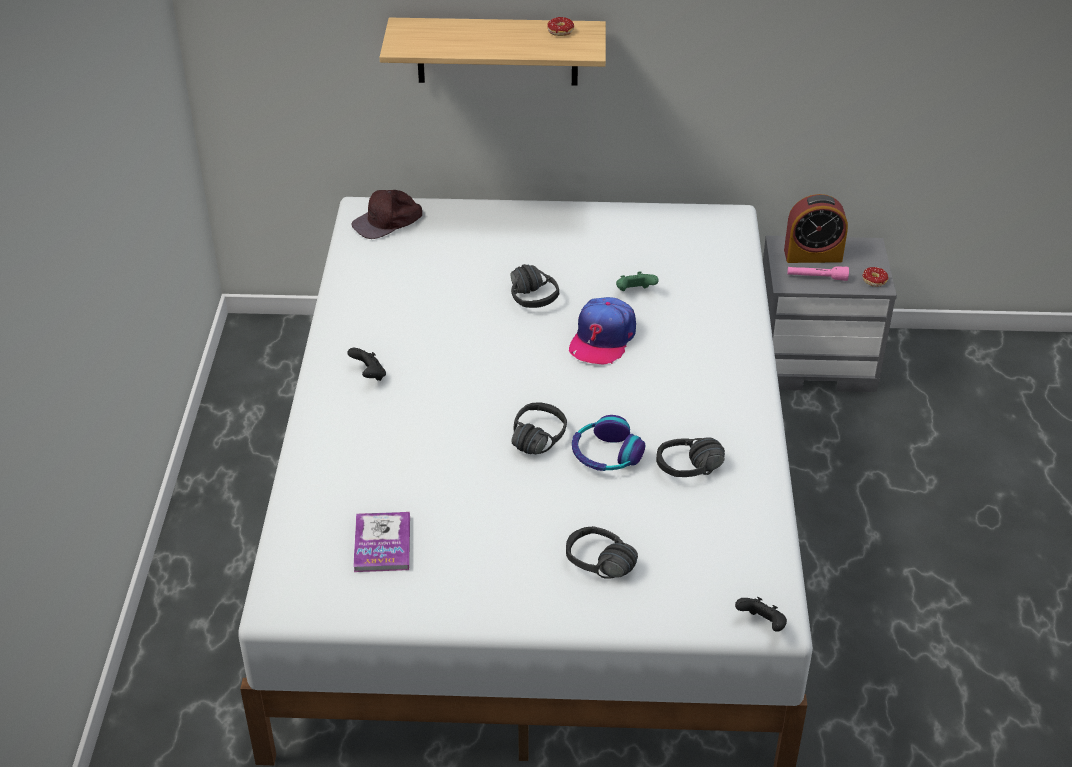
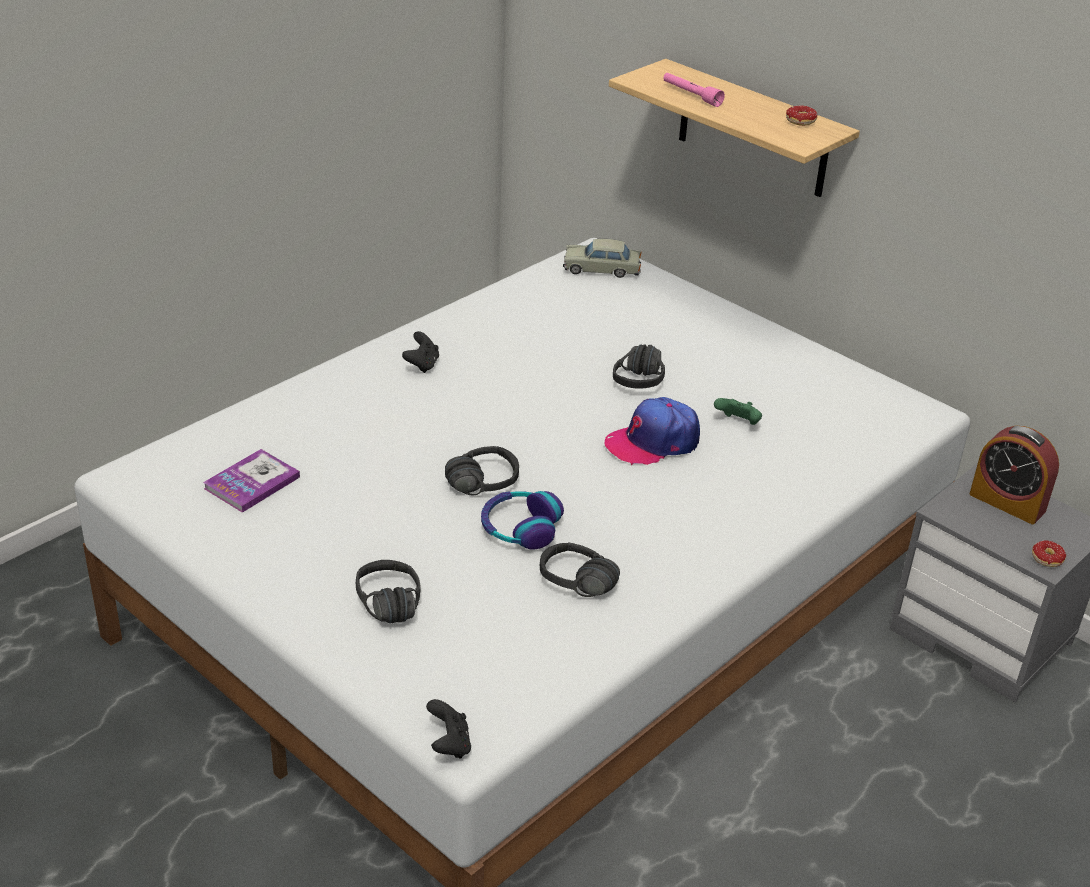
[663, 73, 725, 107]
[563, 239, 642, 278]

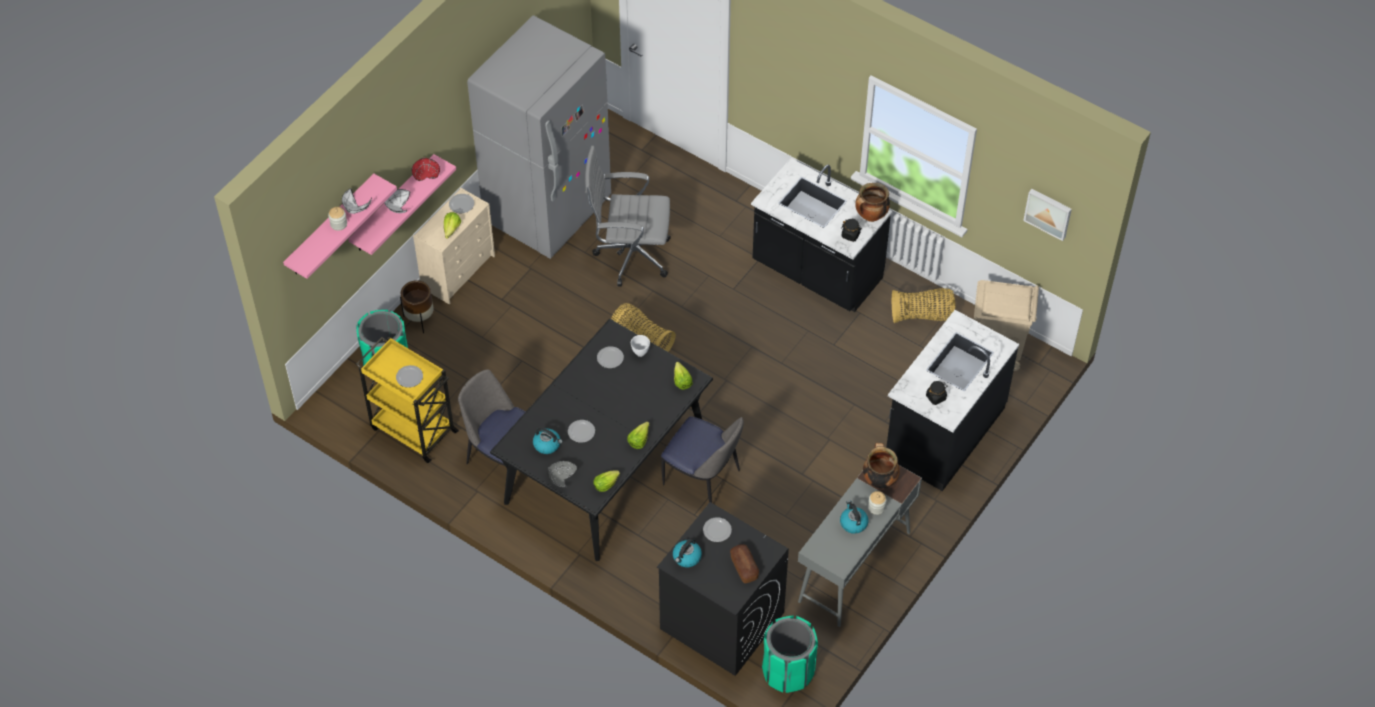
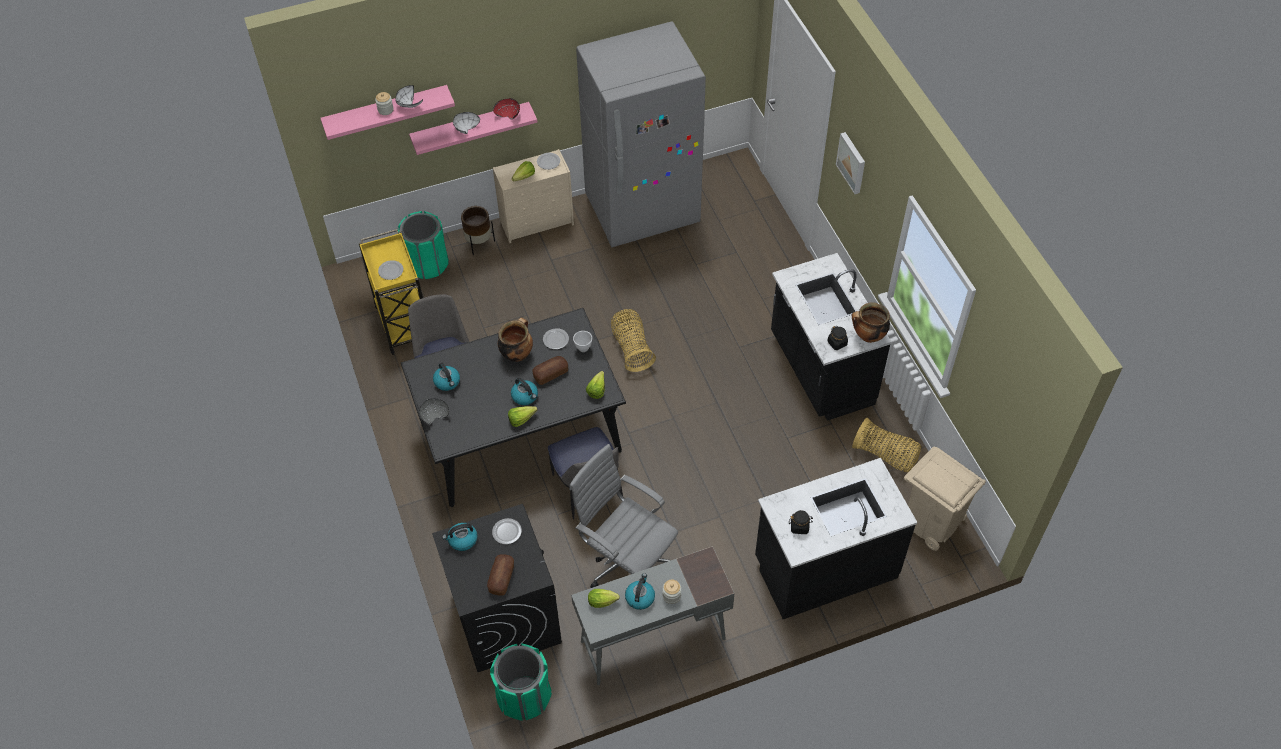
[568, 420, 595, 443] (first image)
[511, 378, 538, 405]
[533, 356, 568, 385]
[569, 444, 678, 588]
[588, 589, 620, 608]
[498, 318, 533, 362]
[836, 132, 865, 194]

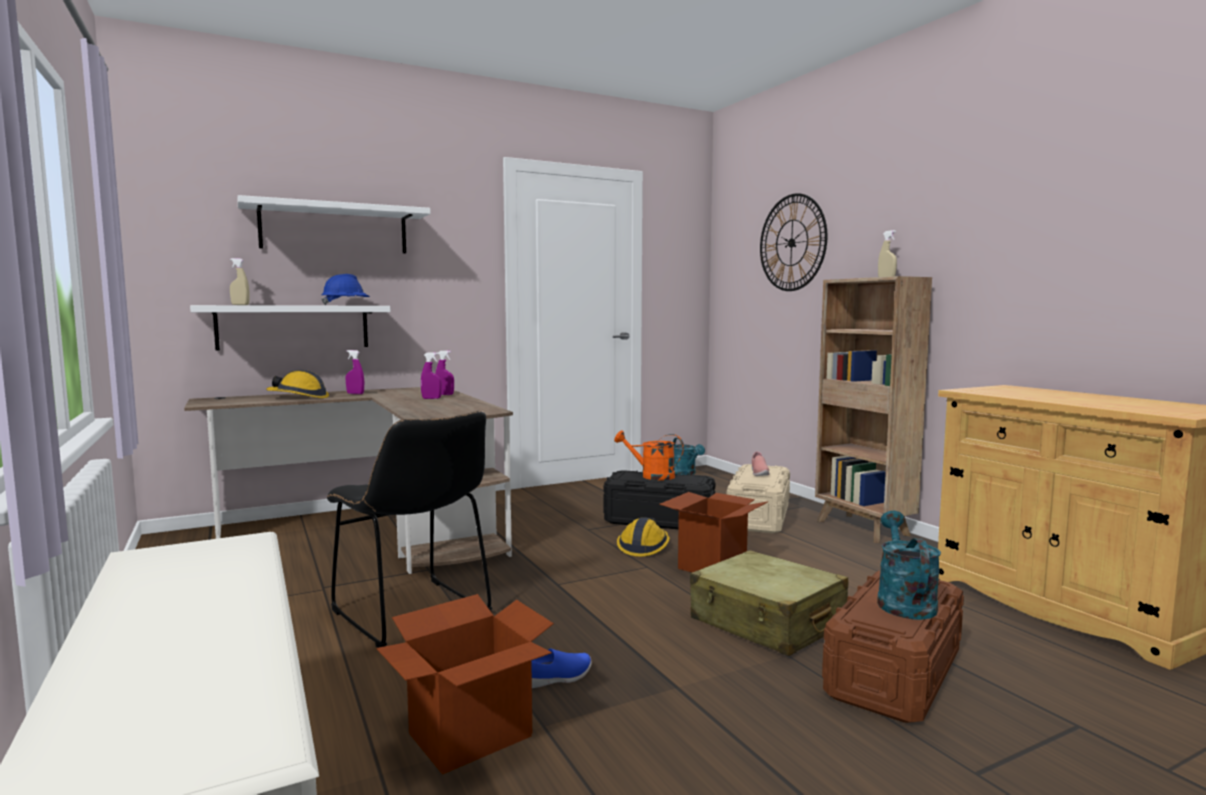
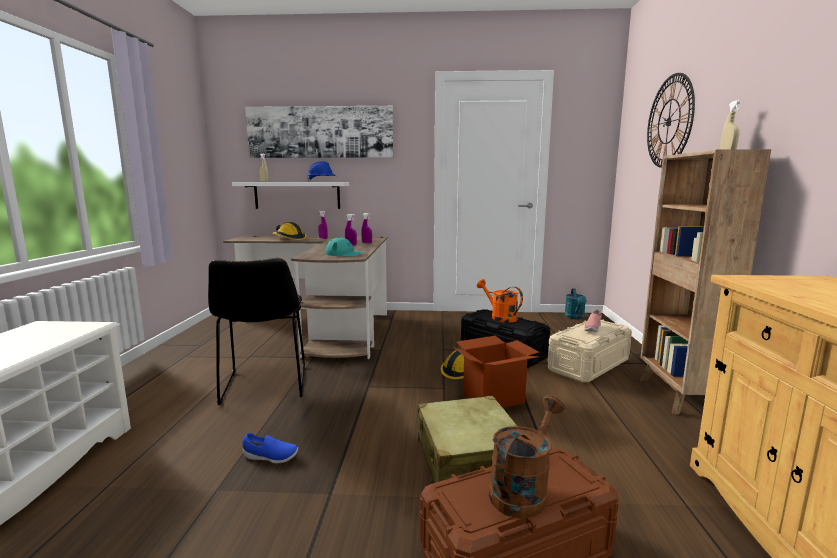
[376, 594, 554, 775] (first image)
[325, 237, 365, 256]
[245, 106, 394, 158]
[489, 395, 565, 518]

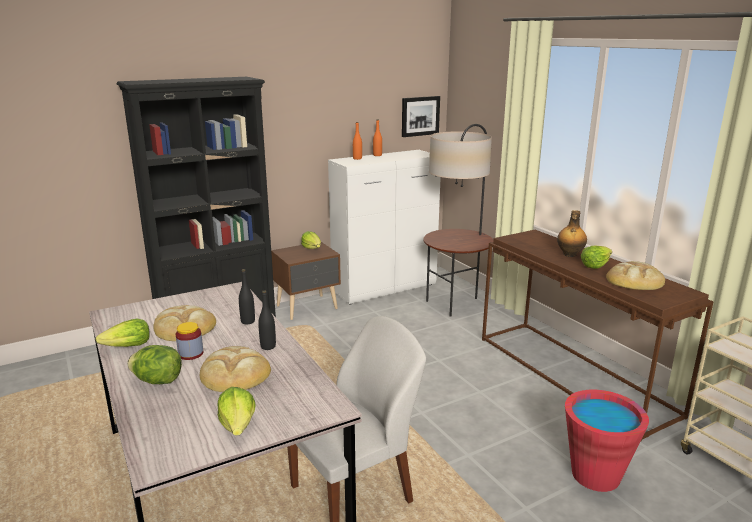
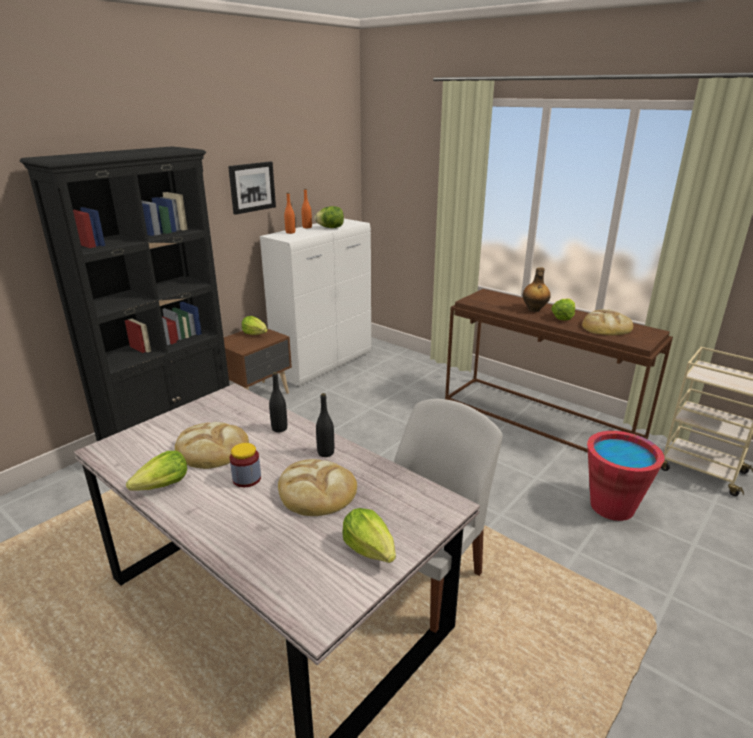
[424, 124, 493, 317] (first image)
[314, 206, 344, 228]
[228, 161, 276, 215]

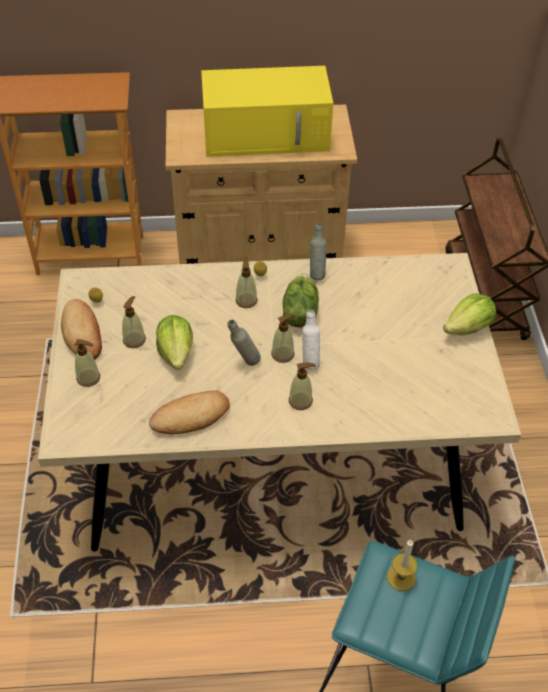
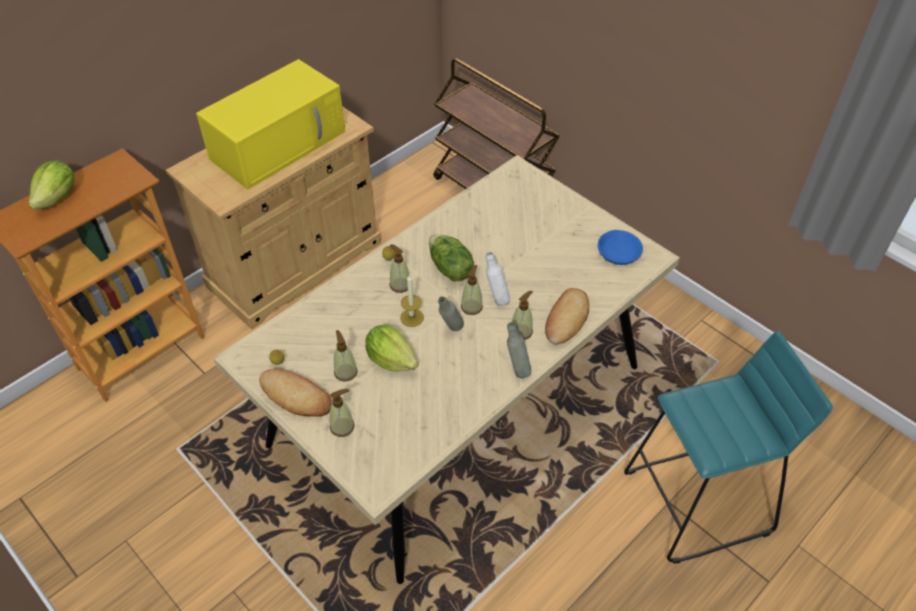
[598, 230, 643, 265]
[545, 288, 589, 344]
[507, 322, 531, 378]
[400, 274, 424, 327]
[29, 160, 75, 209]

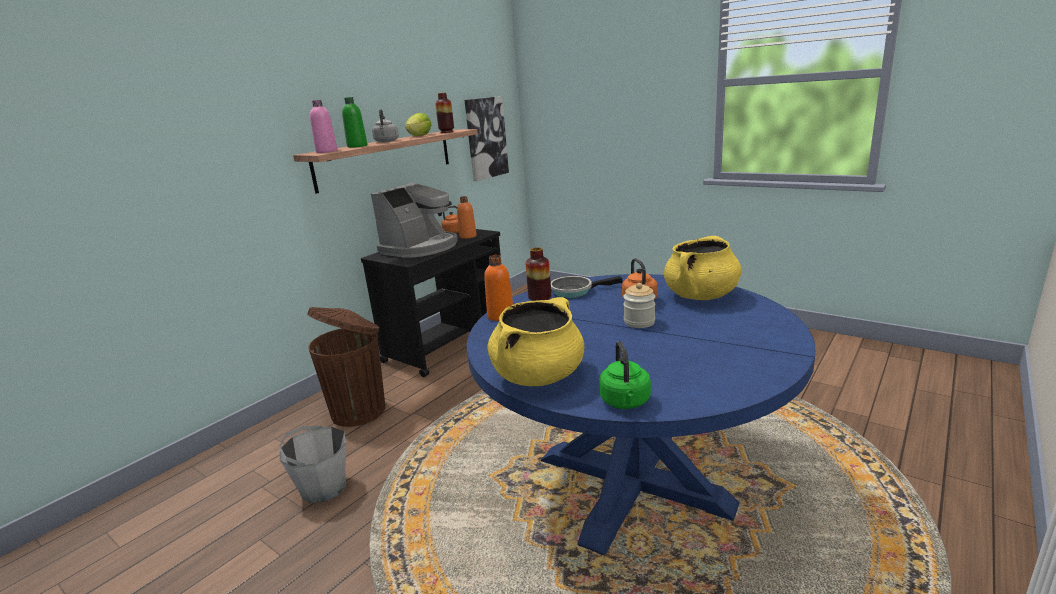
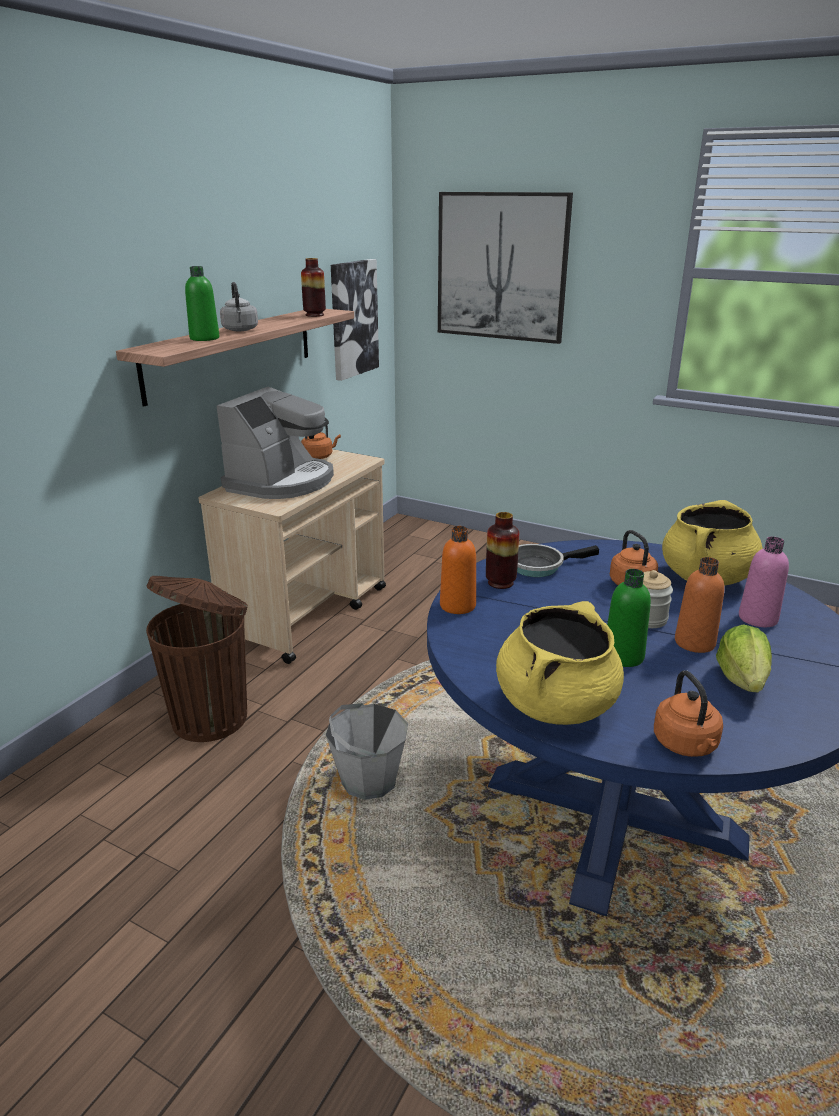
[438, 192, 573, 344]
[607, 569, 651, 667]
[326, 703, 408, 800]
[739, 537, 789, 627]
[716, 625, 772, 693]
[675, 557, 725, 653]
[198, 449, 386, 664]
[654, 670, 723, 757]

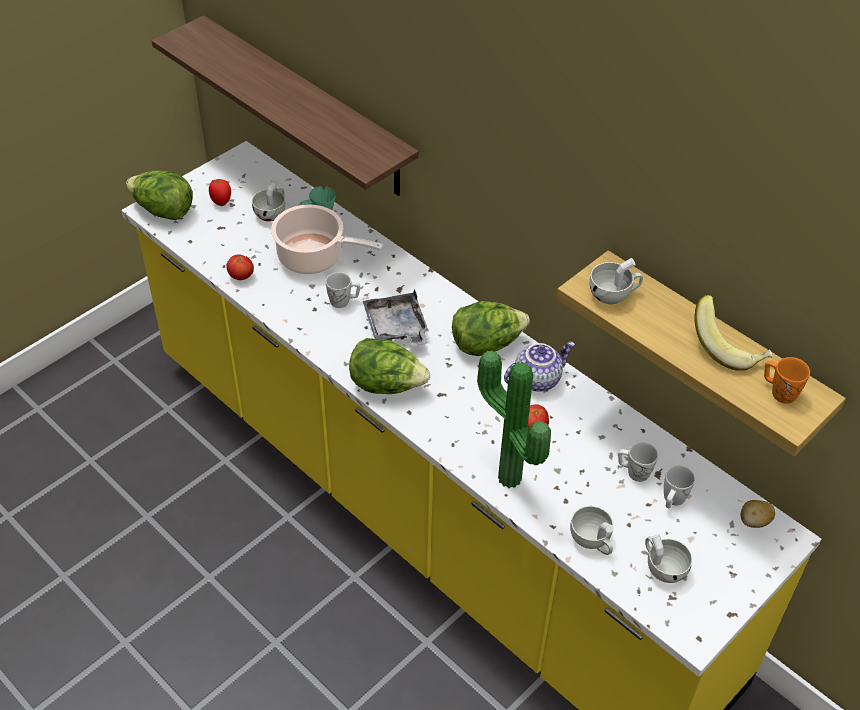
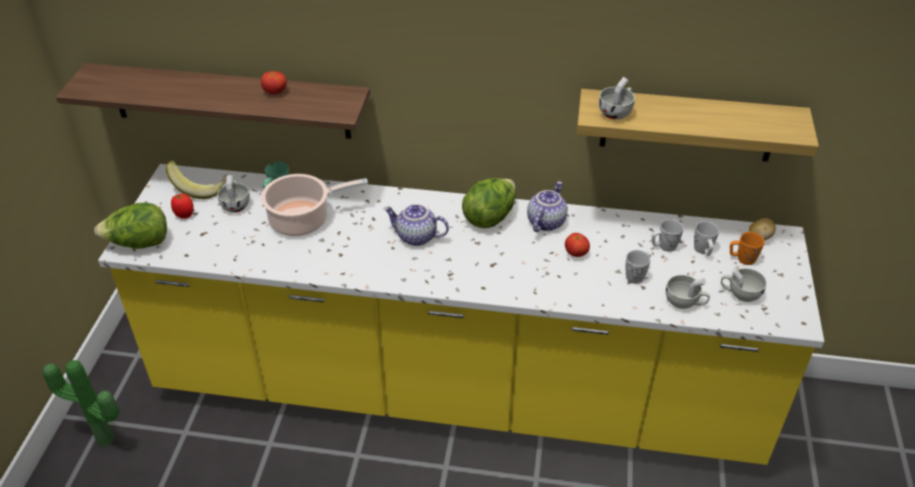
[349, 338, 430, 394] (first image)
[261, 71, 287, 94]
[626, 250, 651, 284]
[42, 360, 119, 447]
[166, 160, 226, 199]
[730, 232, 765, 265]
[383, 204, 449, 246]

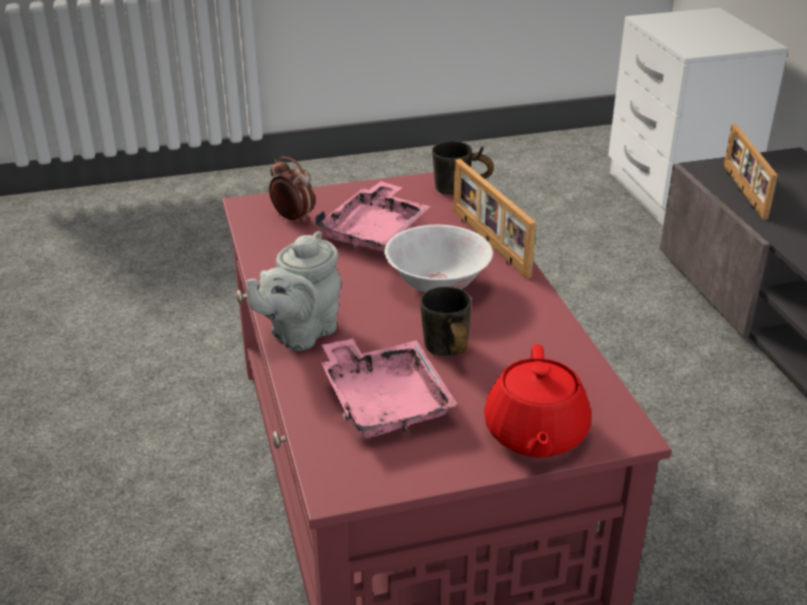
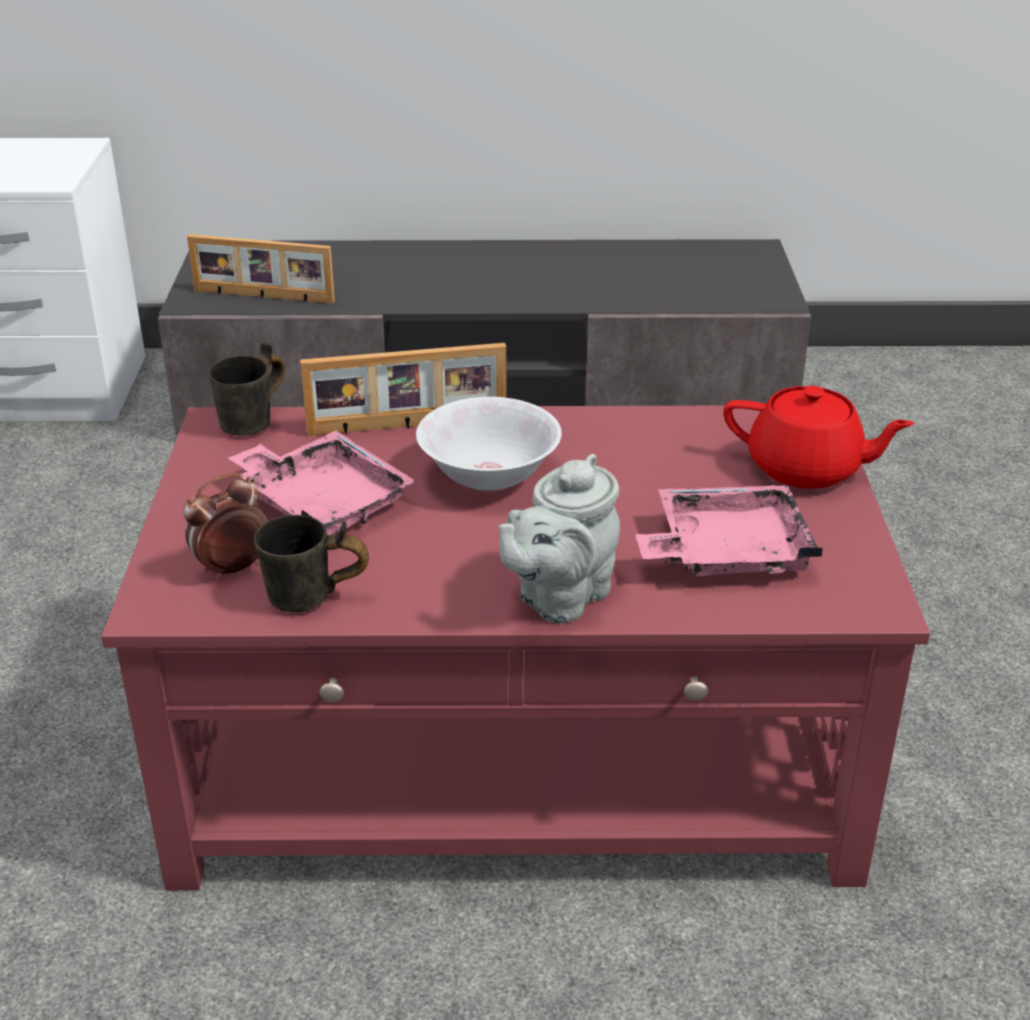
[254, 515, 369, 612]
[498, 454, 620, 623]

